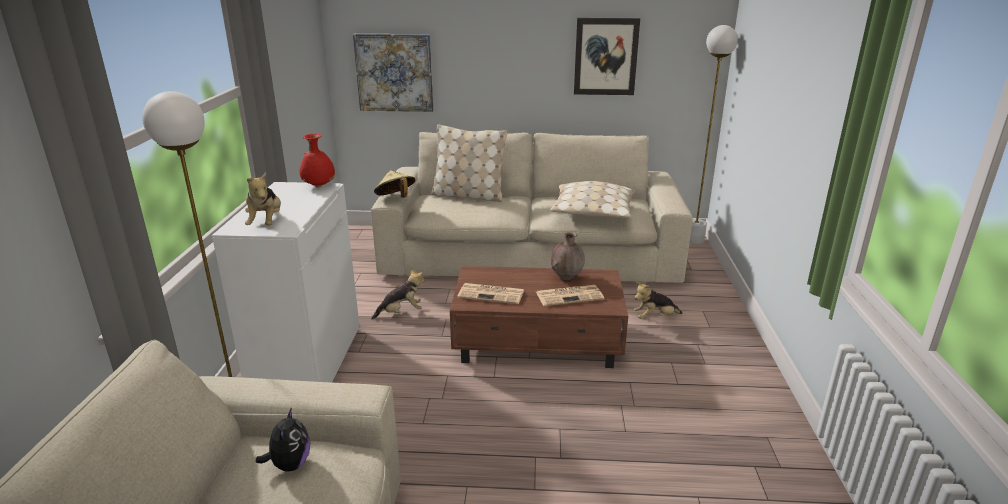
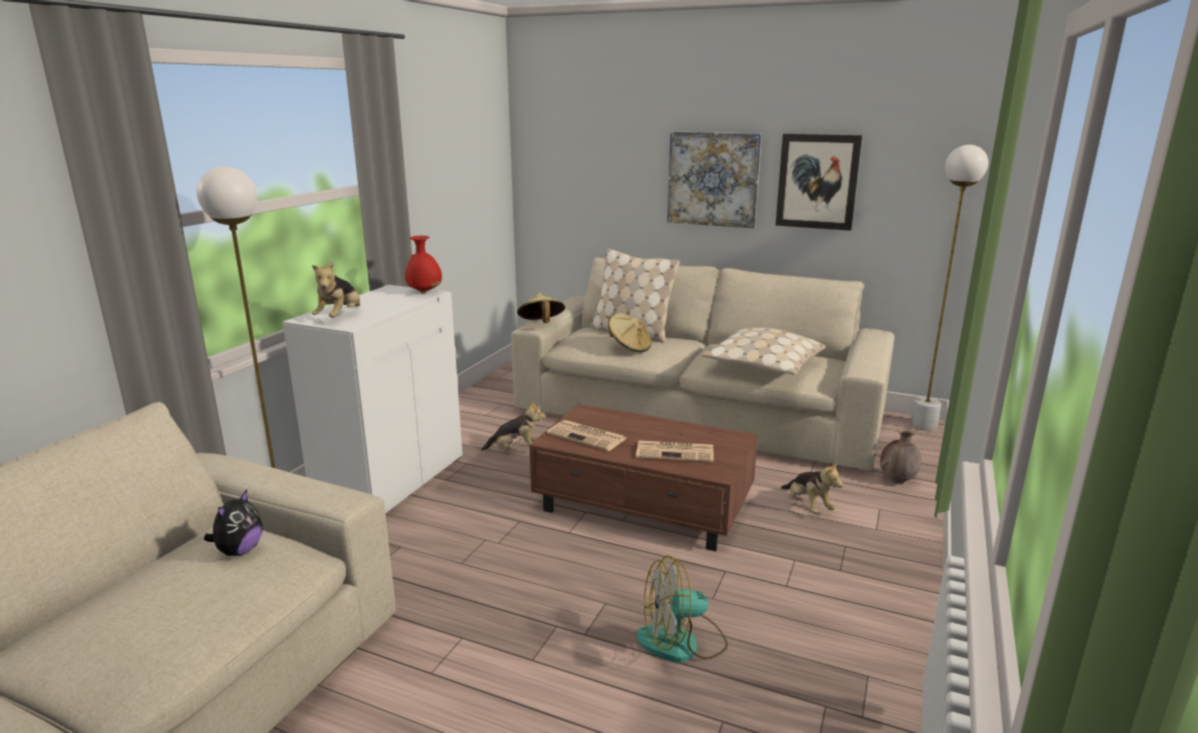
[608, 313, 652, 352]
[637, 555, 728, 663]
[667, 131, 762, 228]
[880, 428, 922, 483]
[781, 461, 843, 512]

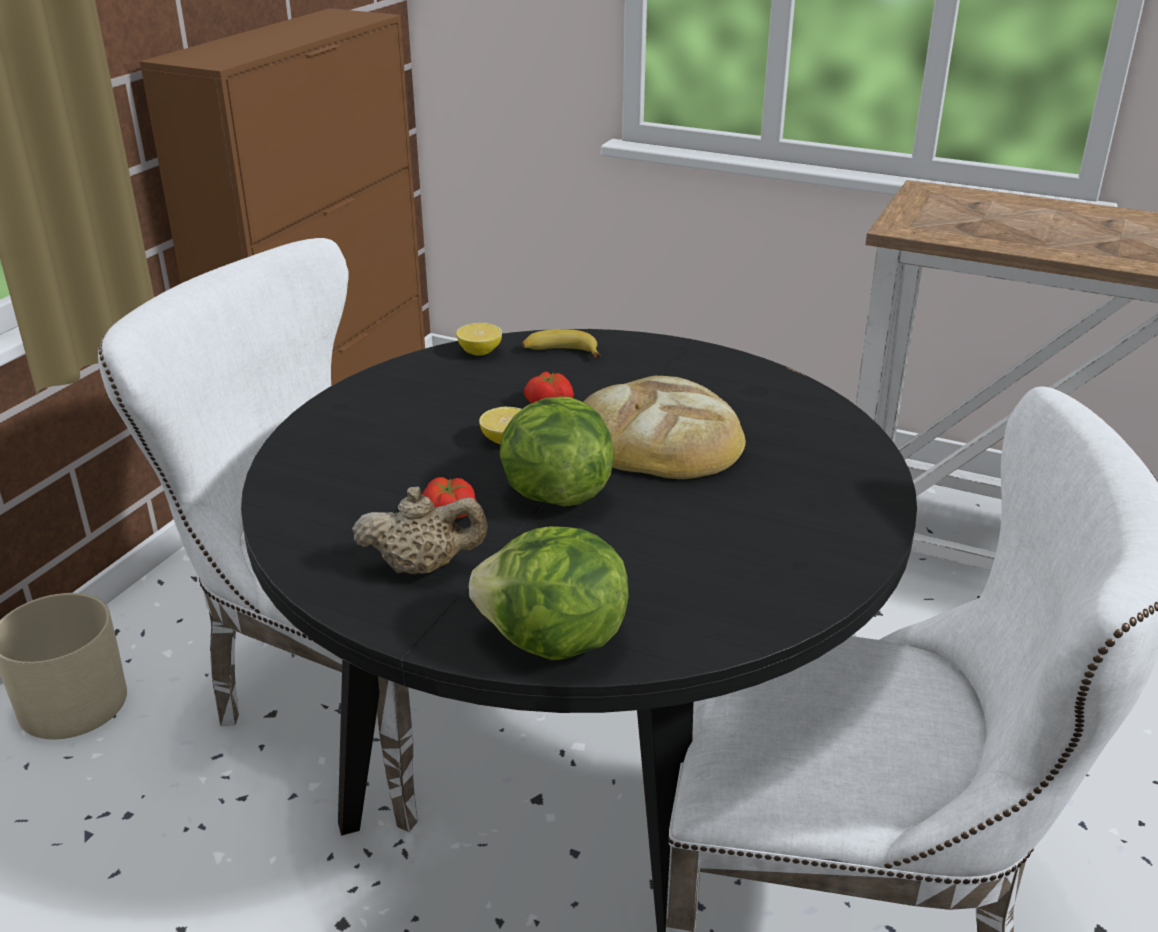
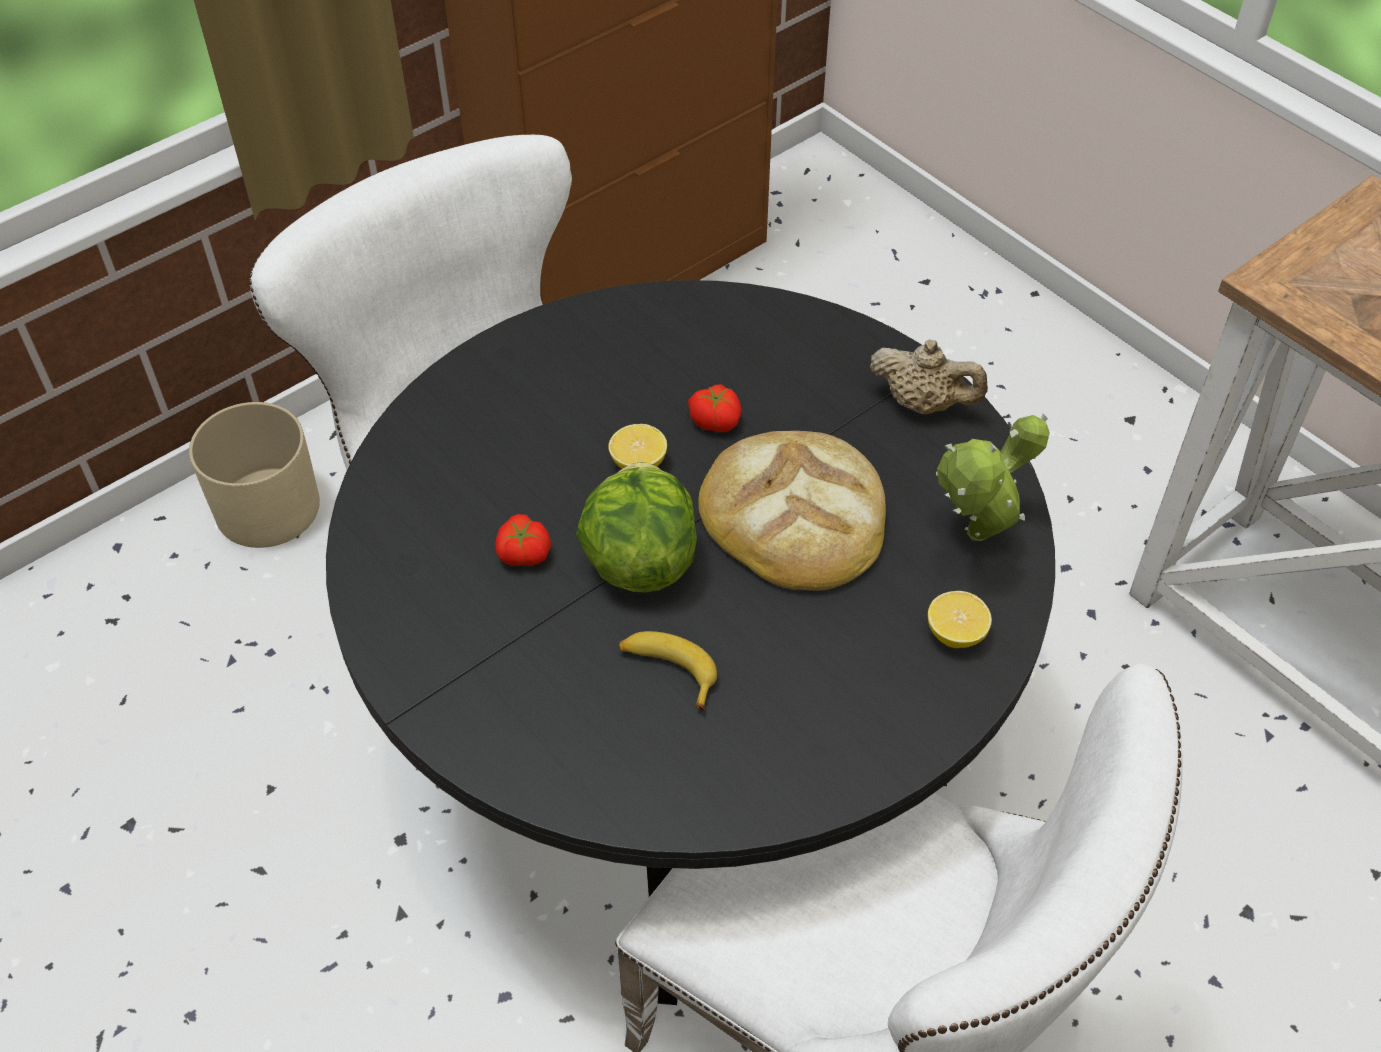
[469, 526, 629, 661] (first image)
[936, 414, 1050, 541]
[870, 339, 988, 415]
[928, 591, 992, 648]
[619, 631, 717, 711]

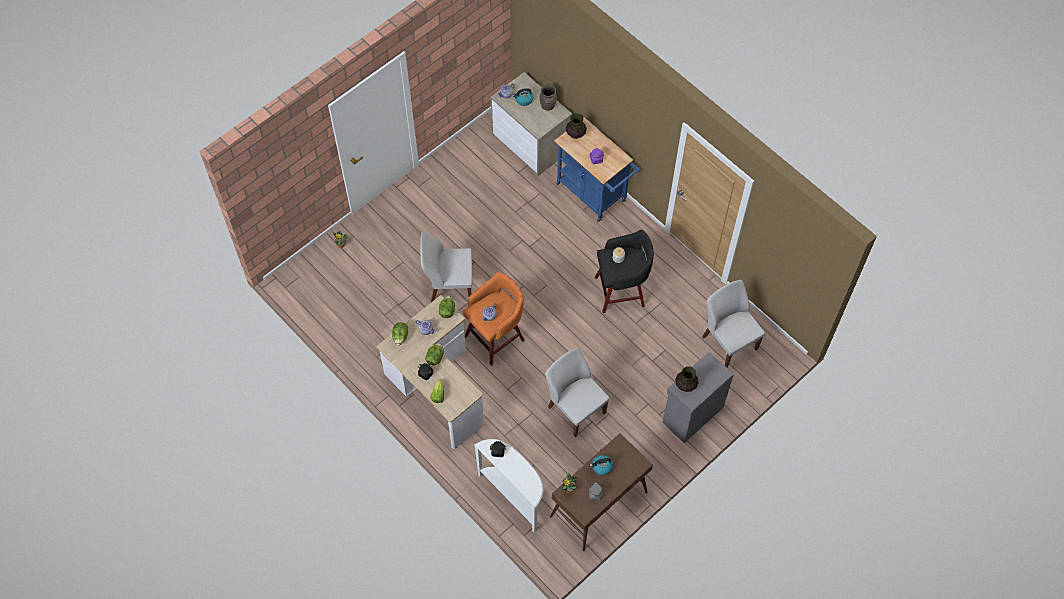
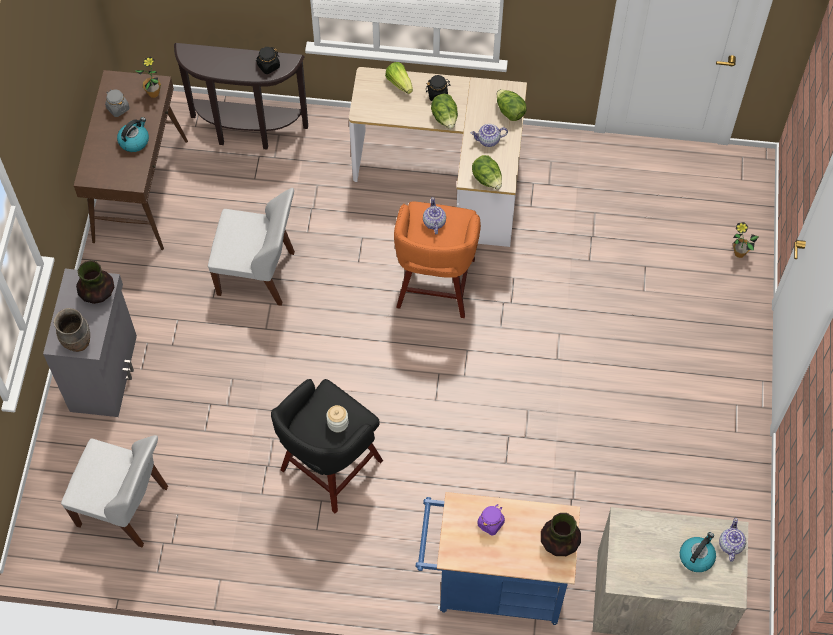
[420, 232, 472, 302] (first image)
[54, 308, 90, 352]
[174, 43, 308, 150]

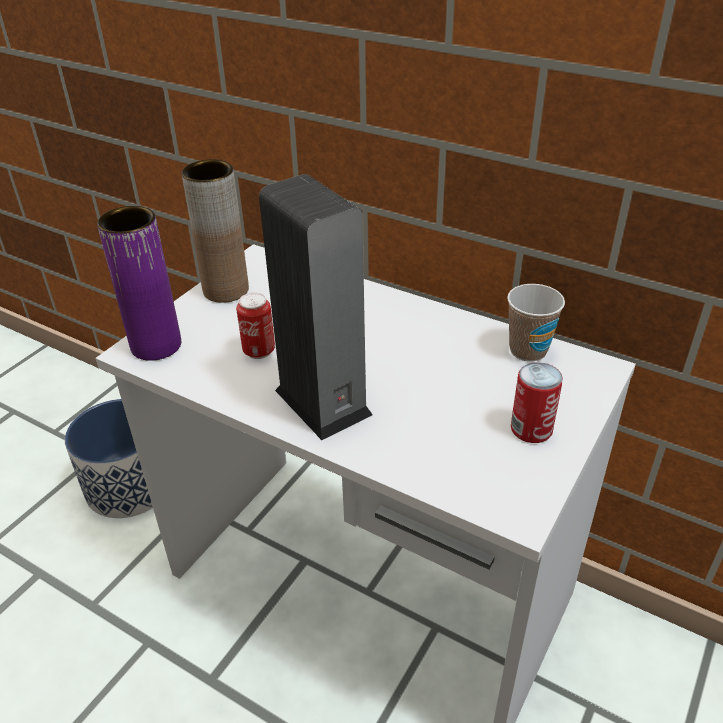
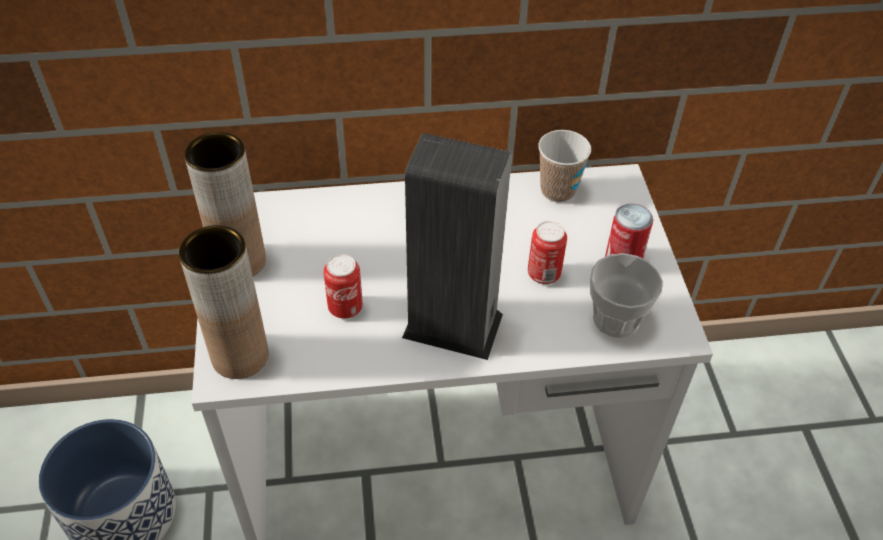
[528, 221, 567, 284]
[590, 253, 663, 338]
[179, 225, 269, 379]

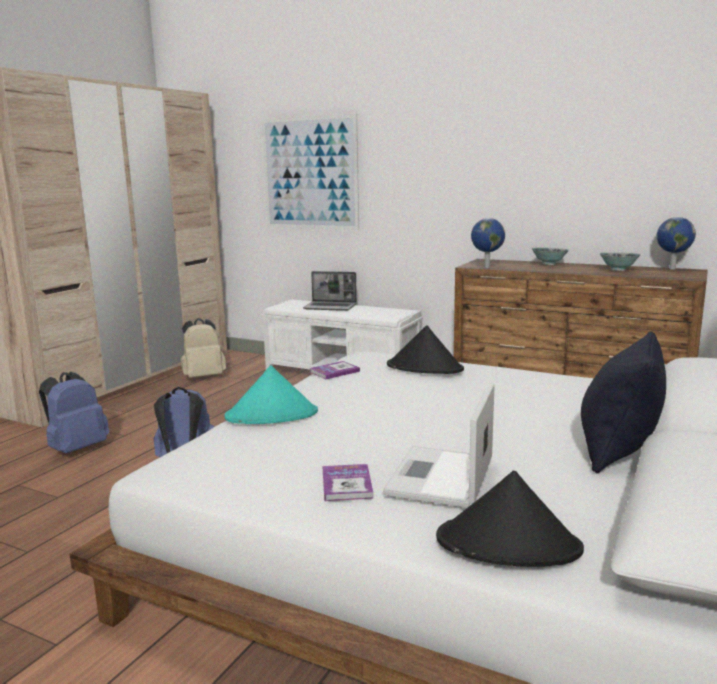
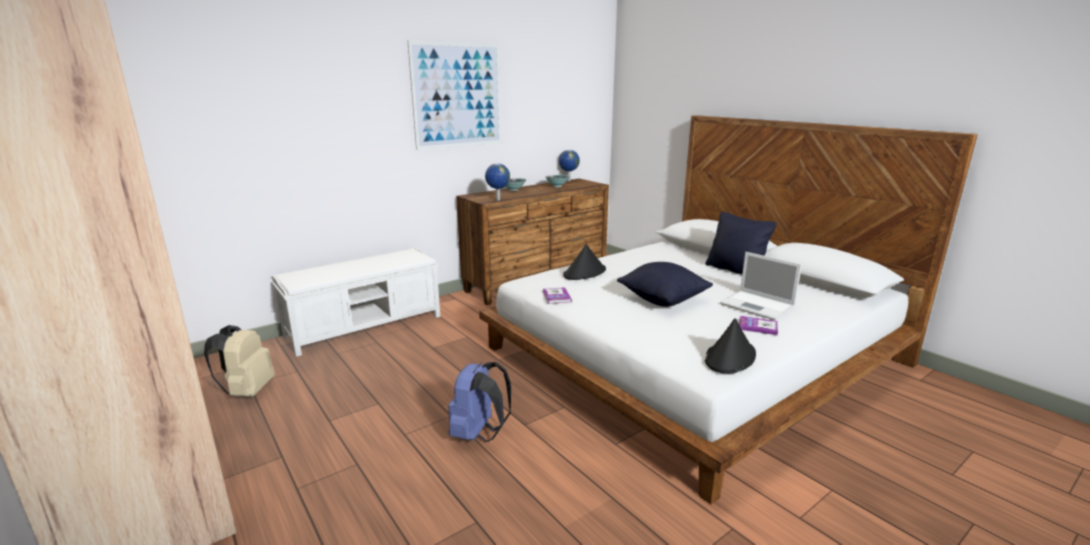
[39, 372, 109, 454] (first image)
[225, 365, 318, 424] (first image)
[303, 271, 357, 311] (first image)
[617, 262, 713, 307]
[408, 41, 502, 150]
[705, 318, 756, 374]

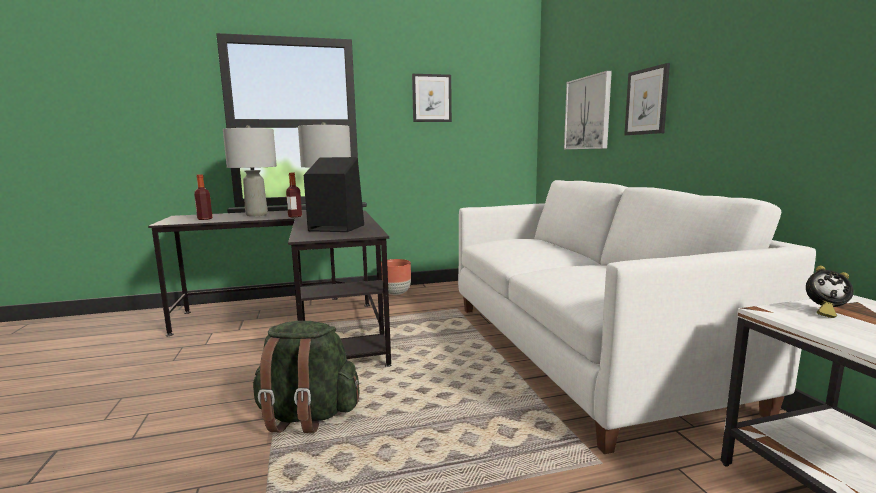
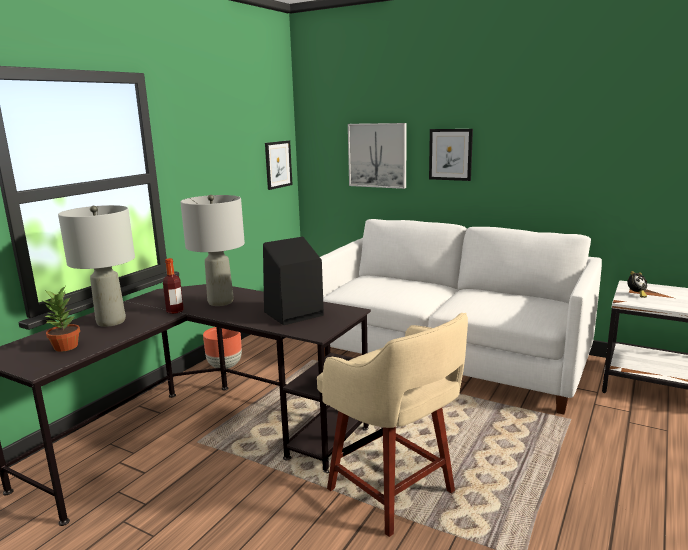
[265, 140, 293, 190]
[43, 287, 80, 352]
[317, 313, 468, 537]

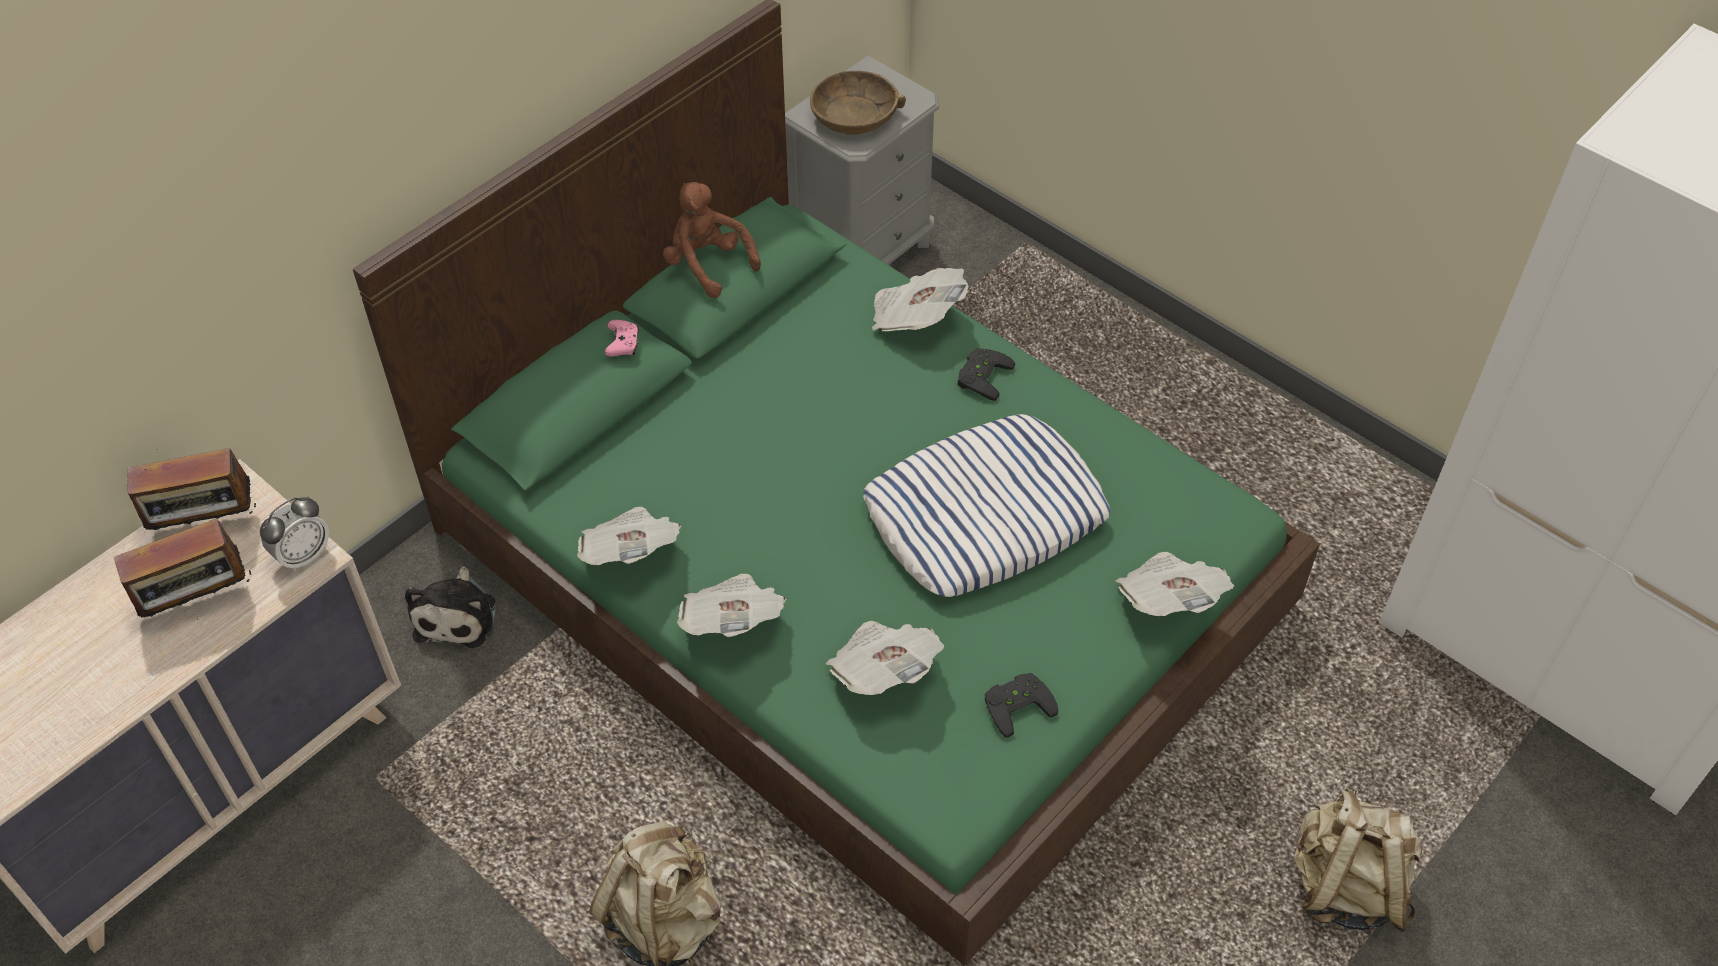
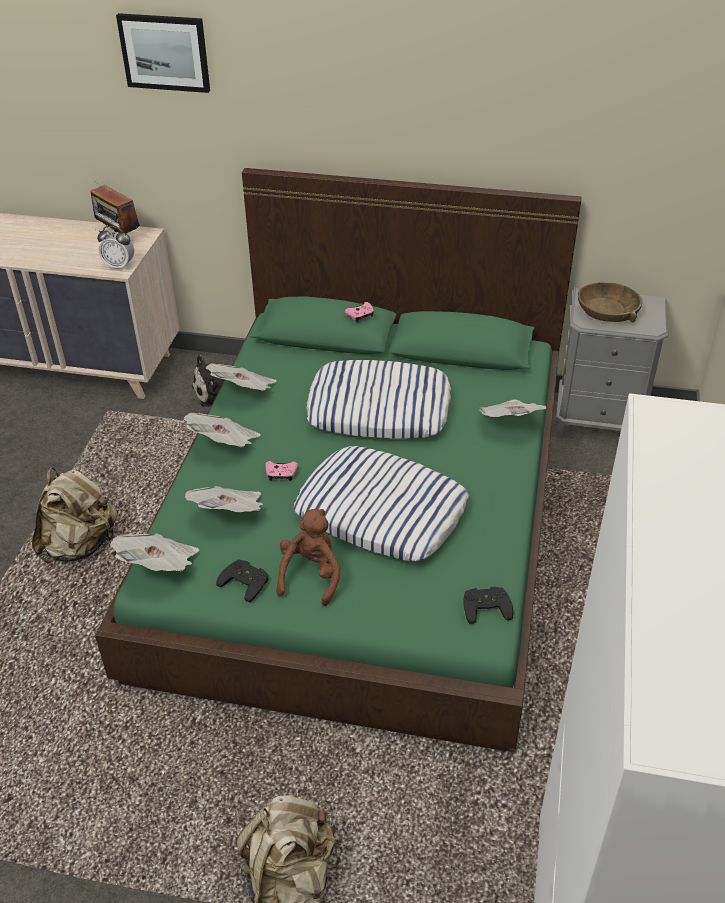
[114, 518, 253, 617] (first image)
[116, 13, 210, 93]
[265, 461, 298, 481]
[306, 360, 451, 439]
[277, 509, 341, 606]
[463, 587, 513, 624]
[110, 534, 199, 571]

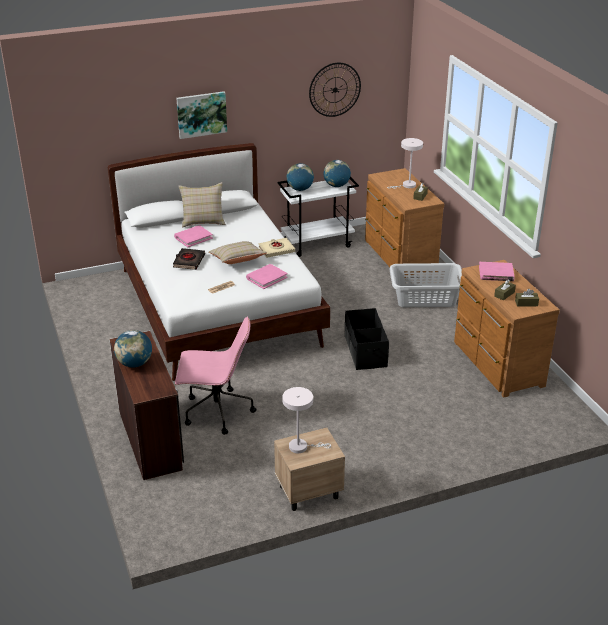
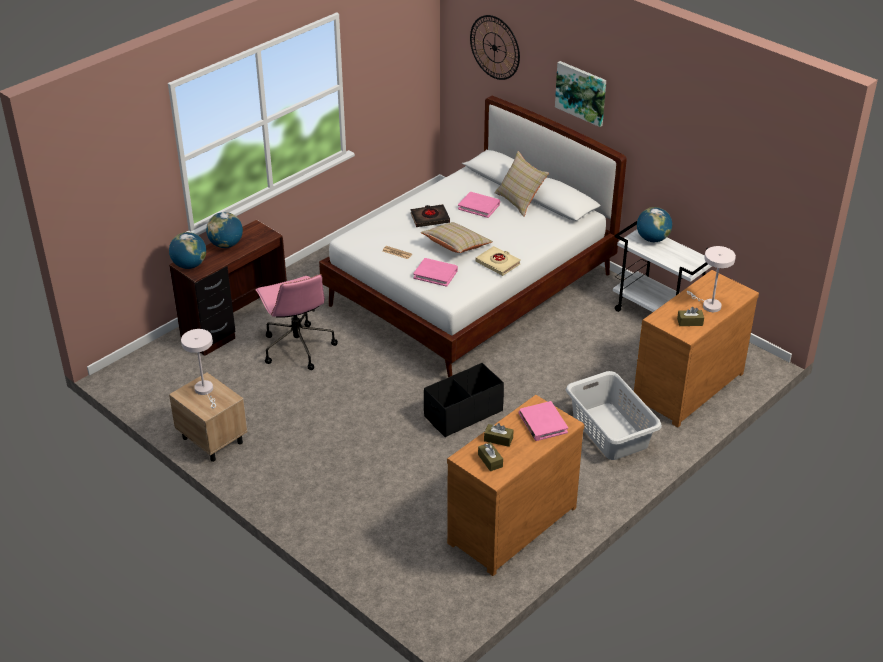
[470, 15, 520, 80]
[169, 232, 206, 269]

